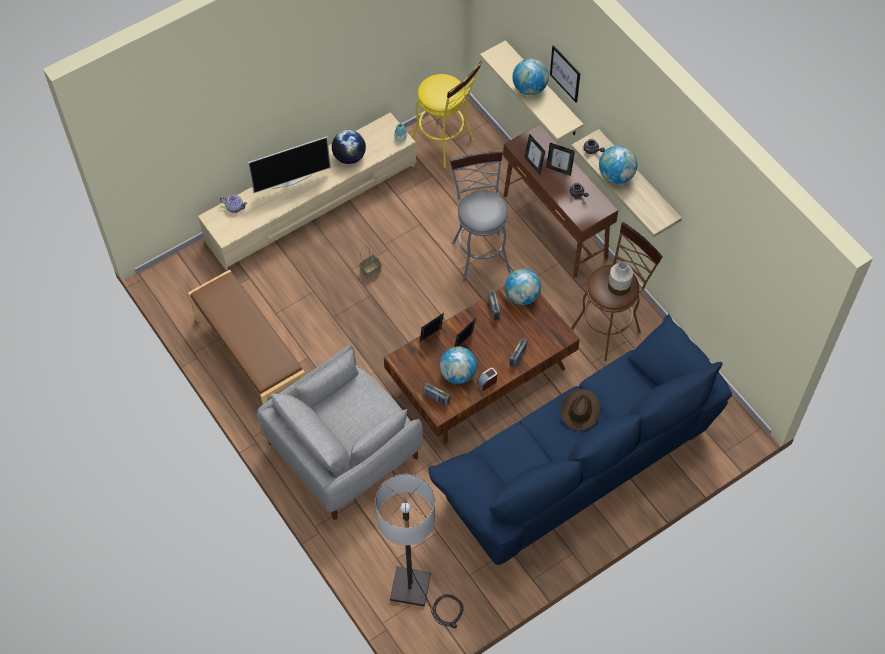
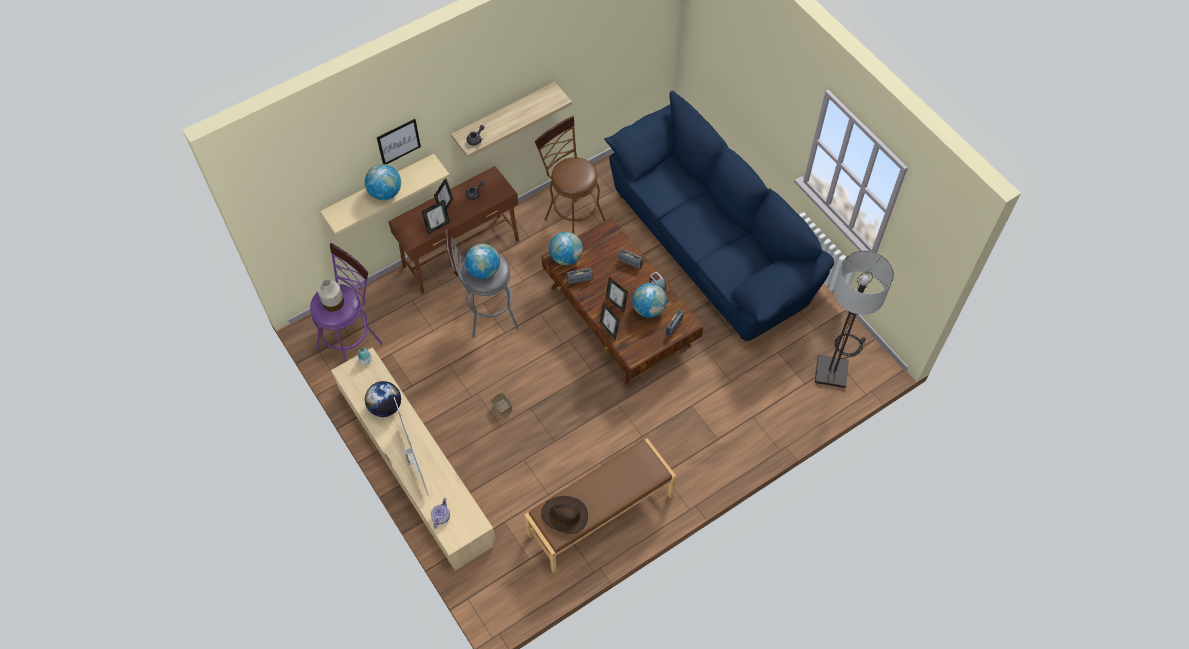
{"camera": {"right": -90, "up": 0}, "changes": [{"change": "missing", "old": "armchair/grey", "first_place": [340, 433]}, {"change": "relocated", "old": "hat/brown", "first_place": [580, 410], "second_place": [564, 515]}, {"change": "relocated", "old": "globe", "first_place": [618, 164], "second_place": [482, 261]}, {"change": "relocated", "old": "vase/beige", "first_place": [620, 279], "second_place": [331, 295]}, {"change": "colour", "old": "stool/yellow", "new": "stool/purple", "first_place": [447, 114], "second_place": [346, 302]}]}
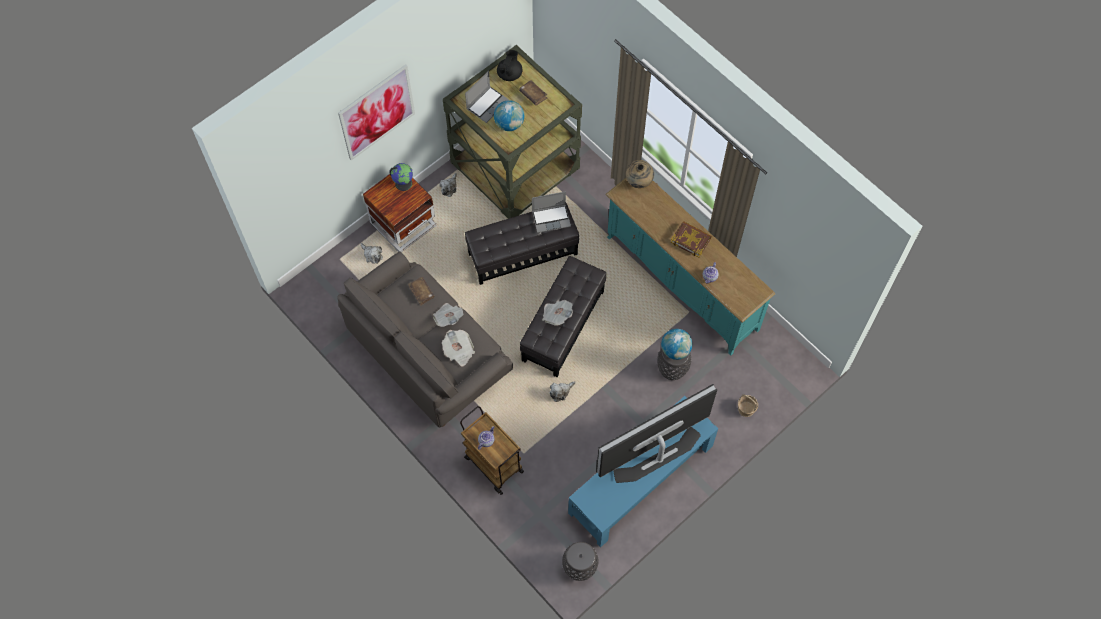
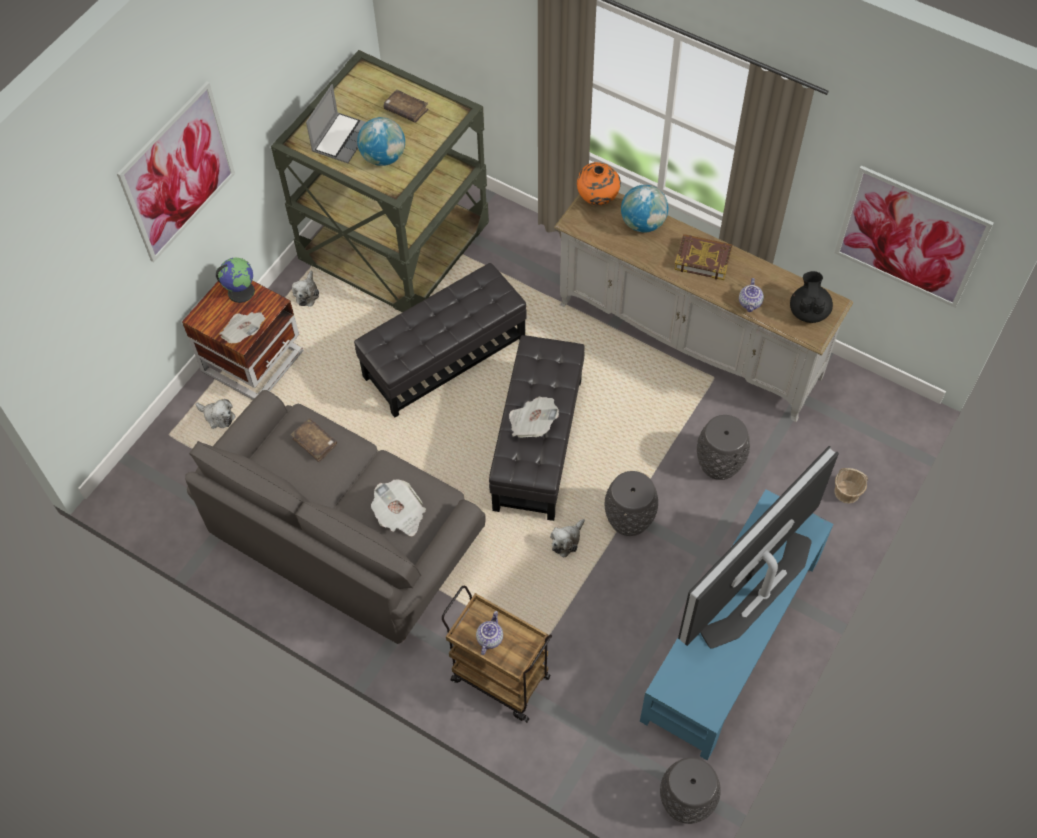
{"camera": {"right": -15, "up": -5}, "changes": [{"change": "missing", "old": "laptop", "first_place": [551, 212]}, {"change": "appeared", "new": "stool/grey", "second_place": [631, 503]}, {"change": "appeared", "new": "picture", "second_place": [914, 236]}, {"change": "relocated", "old": "newspaper", "first_place": [448, 315], "second_place": [242, 327]}, {"change": "relocated", "old": "teapot/black", "first_place": [509, 65], "second_place": [811, 297]}, {"change": "relocated", "old": "globe", "first_place": [676, 344], "second_place": [644, 209]}, {"change": "colour", "old": "cabinet/turquoise", "new": "cabinet/grey", "first_place": [690, 266], "second_place": [703, 307]}, {"change": "colour", "old": "vase/beige", "new": "vase/orange", "first_place": [640, 174], "second_place": [599, 184]}]}
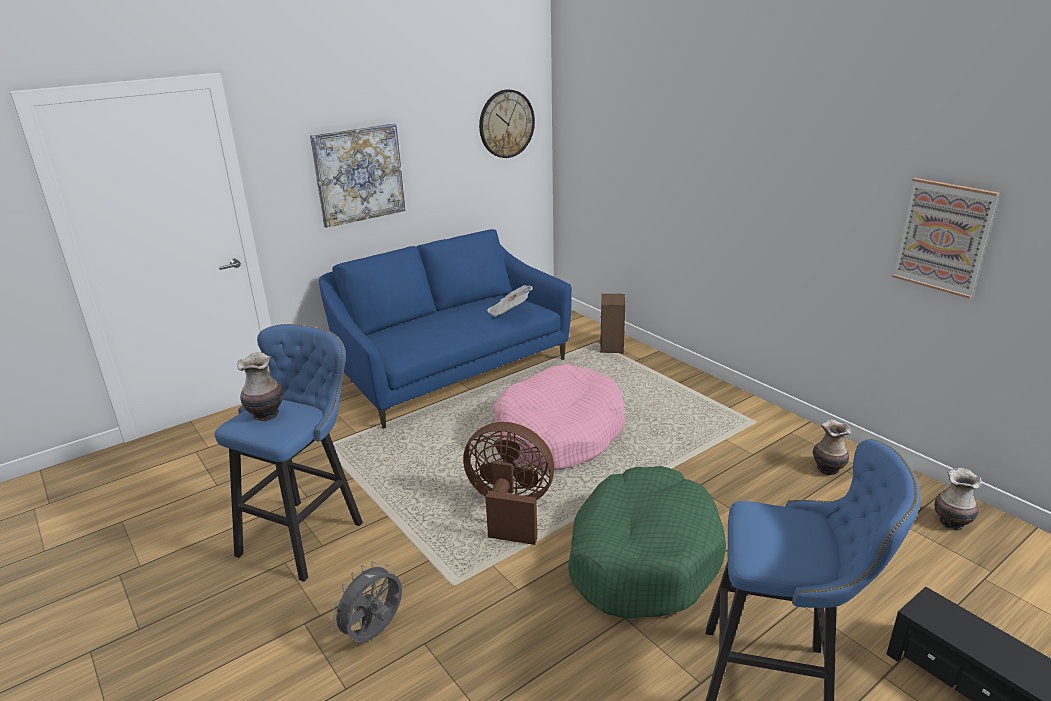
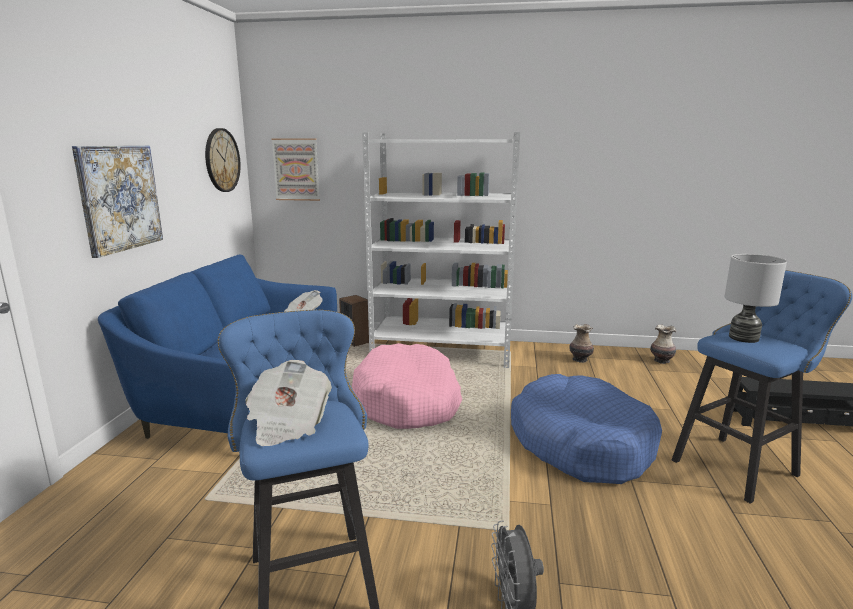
{"camera": {"right": -45, "up": -10}, "changes": [{"change": "missing", "old": "fan/brown", "first_place": [508, 483]}, {"change": "appeared", "new": "bookcase/white", "second_place": [441, 250]}, {"change": "appeared", "new": "table lamp/grey", "second_place": [755, 298]}, {"change": "relocated", "old": "picture", "first_place": [946, 238], "second_place": [295, 169]}, {"change": "exchanged", "old": "vase", "new": "newspaper", "first_place": [260, 387], "second_place": [288, 403]}, {"change": "colour", "old": "dog bed/green", "new": "dog bed/blue", "first_place": [647, 542], "second_place": [586, 429]}]}
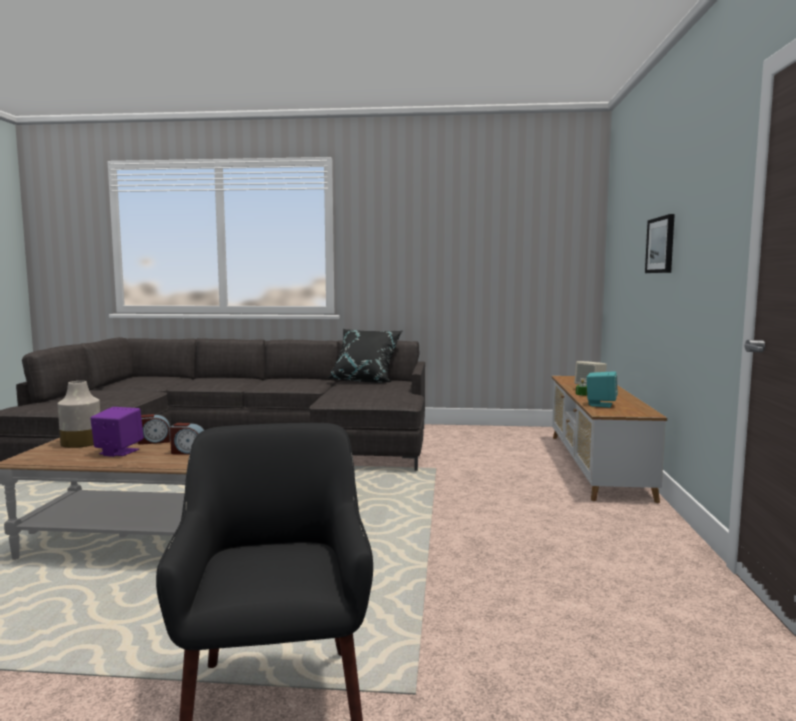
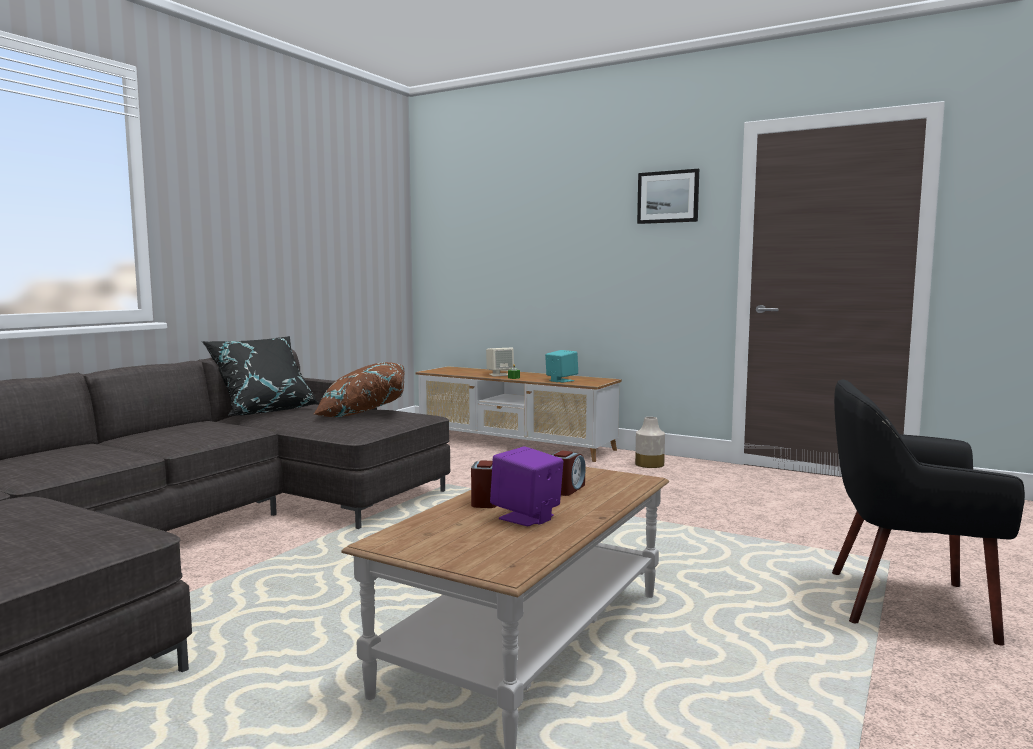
{"camera": {"right": -65, "up": 0}, "changes": [{"change": "appeared", "new": "pillow/brown", "second_place": [359, 389]}, {"change": "relocated", "old": "vase/beige", "first_place": [79, 414], "second_place": [650, 442]}, {"change": "relocated", "old": "picture", "first_place": [660, 243], "second_place": [668, 196]}]}
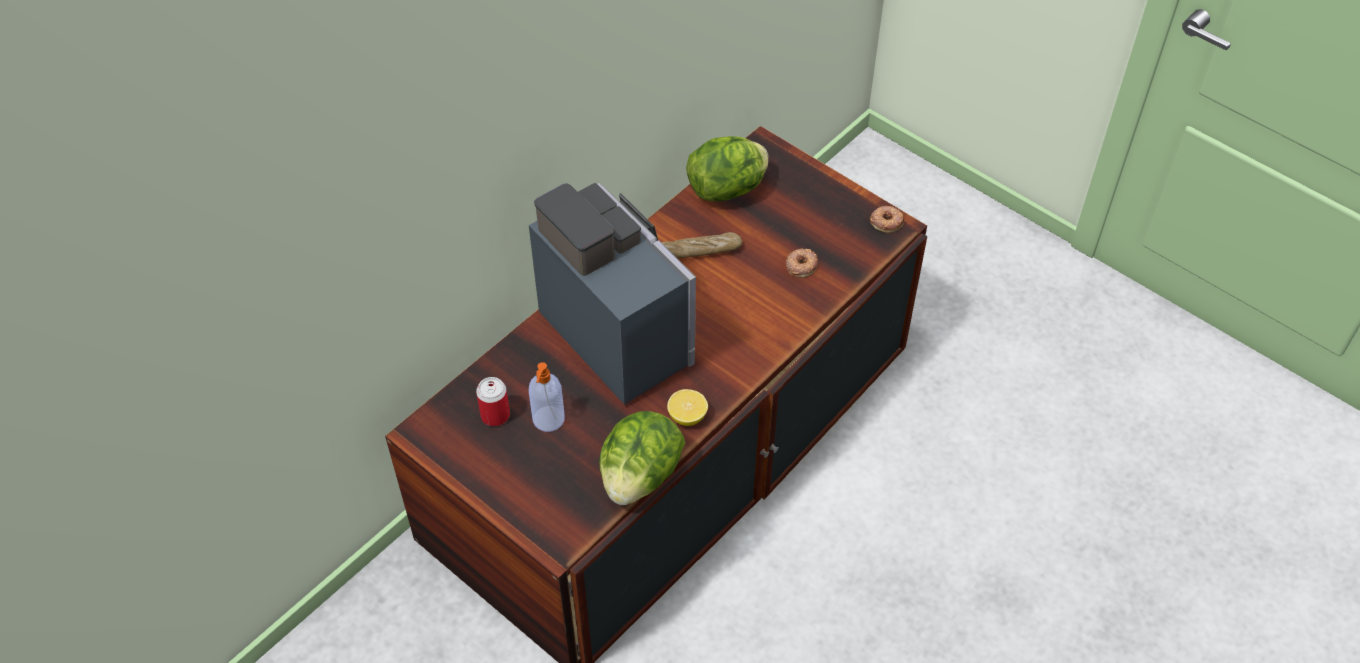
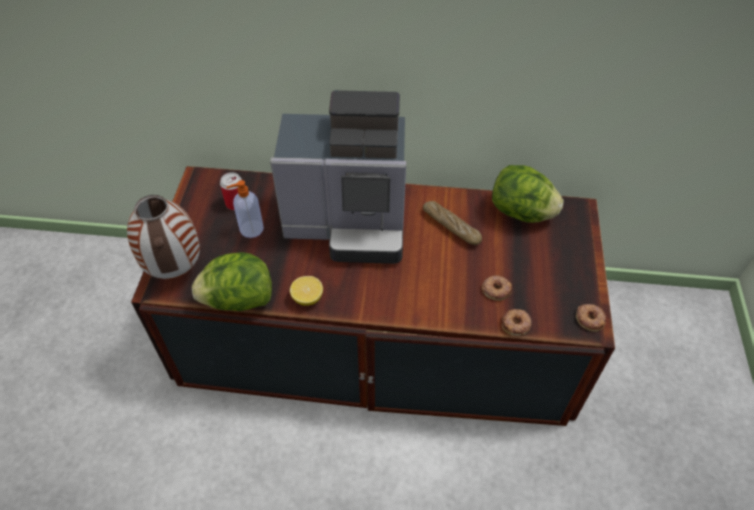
{"camera": {"right": 55, "up": 0}, "changes": [{"change": "appeared", "new": "vase", "second_place": [163, 237]}, {"change": "appeared", "new": "donut", "second_place": [517, 322]}, {"change": "spun", "old": "coffee machine", "first_place": [612, 294], "second_place": [338, 177], "degrees": 75}]}
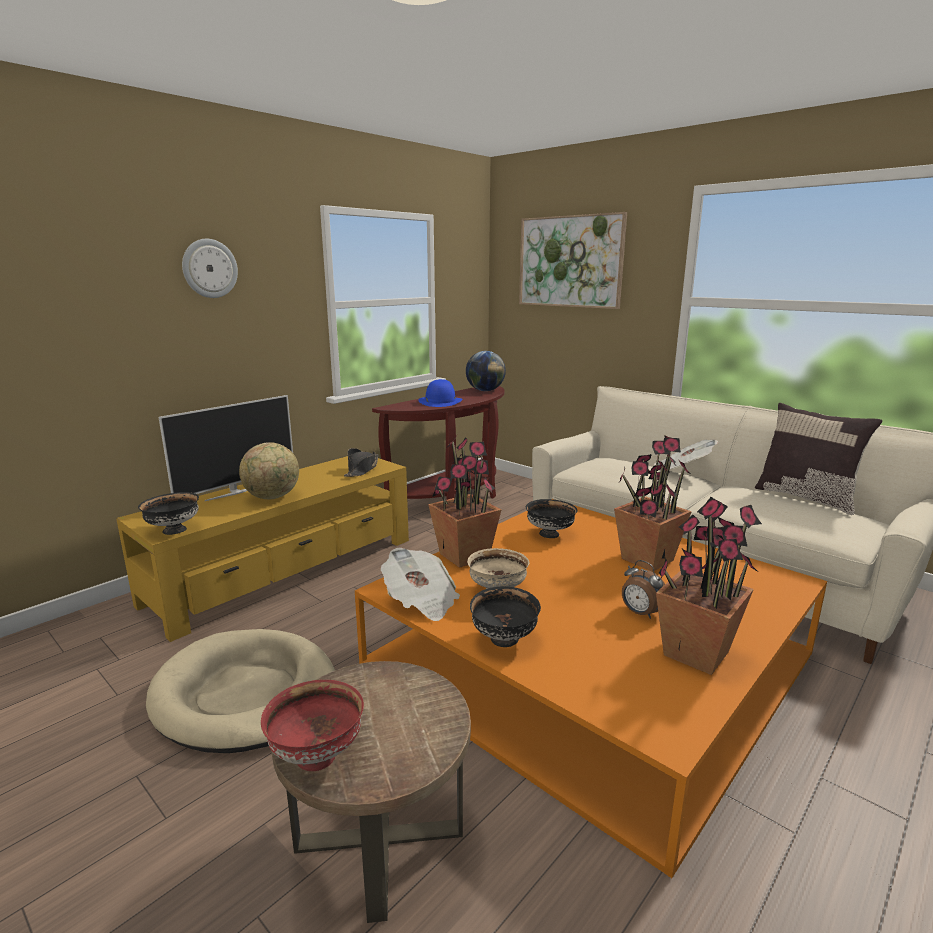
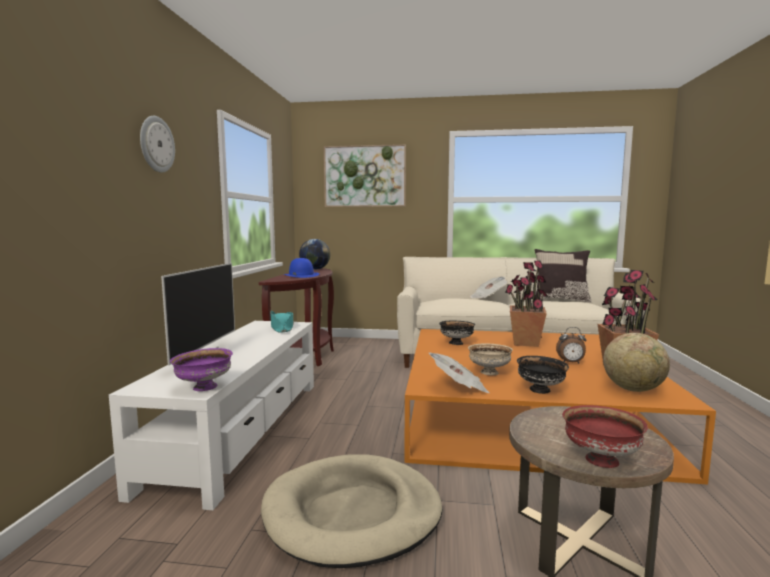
{"camera": {"right": -35, "up": -10}, "changes": [{"change": "missing", "old": "potted plant", "first_place": [464, 501]}, {"change": "relocated", "old": "globe", "first_place": [269, 470], "second_place": [636, 362]}, {"change": "colour", "old": "tv stand/yellow", "new": "tv stand/white", "first_place": [262, 549], "second_place": [211, 415]}, {"change": "colour", "old": "bowl/black", "new": "bowl/purple", "first_place": [168, 513], "second_place": [201, 369]}, {"change": "colour", "old": "hat/black", "new": "hat/turquoise", "first_place": [361, 462], "second_place": [282, 322]}]}
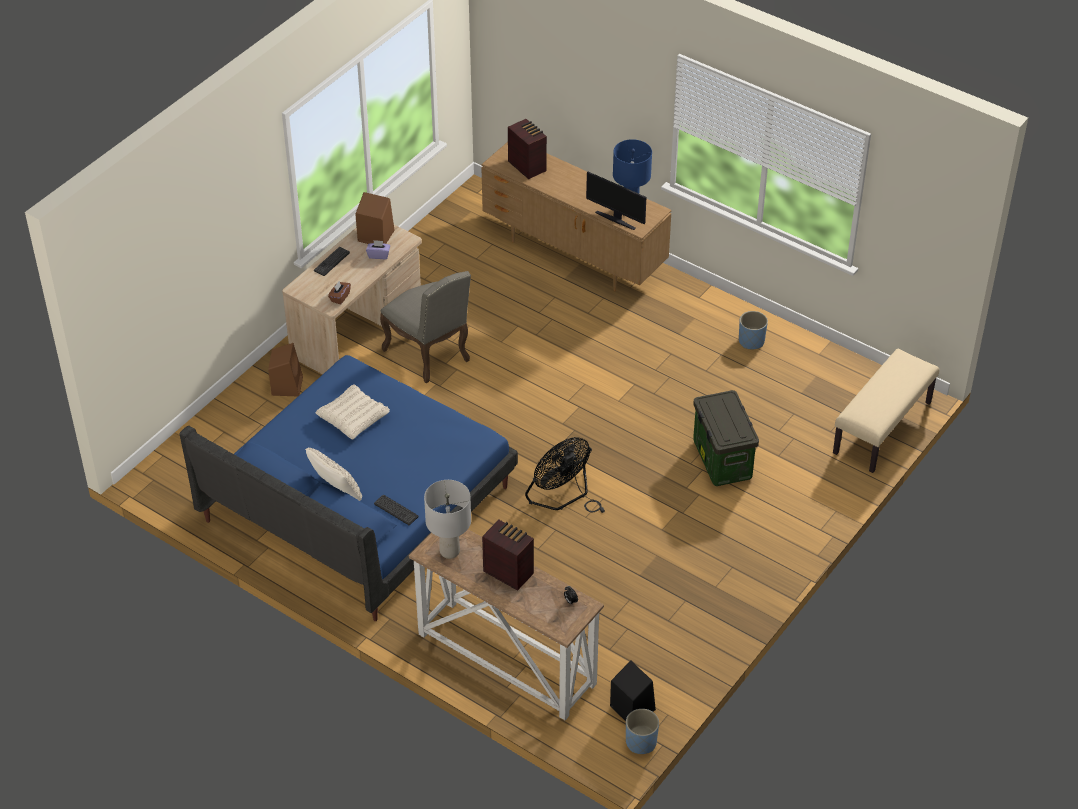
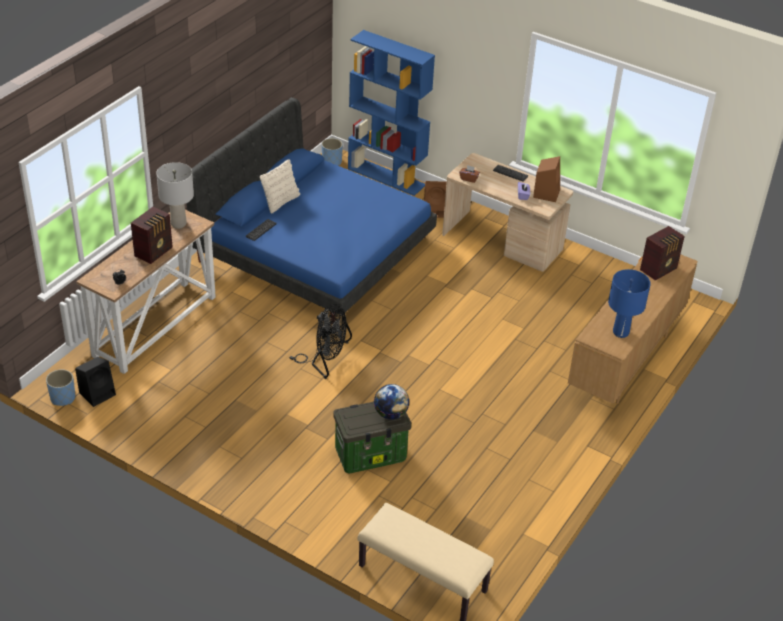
{"camera": {"right": 85, "up": -5}, "changes": [{"change": "missing", "old": "pillow/beige", "first_place": [353, 411]}, {"change": "missing", "old": "chair/grey", "first_place": [425, 327]}, {"change": "missing", "old": "monitor", "first_place": [616, 201]}, {"change": "appeared", "new": "bookcase/blue", "second_place": [391, 113]}, {"change": "appeared", "new": "globe", "second_place": [391, 402]}, {"change": "relocated", "old": "planter/blue", "first_place": [753, 330], "second_place": [332, 152]}, {"change": "spun", "old": "fan/black", "first_place": [565, 475], "second_place": [320, 341], "degrees": 60}]}
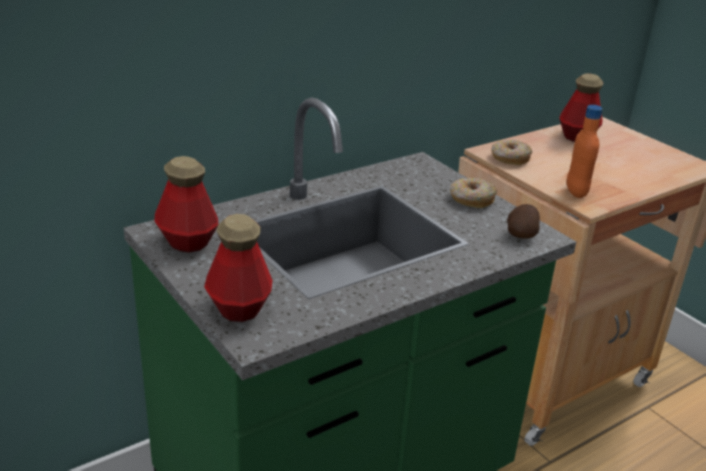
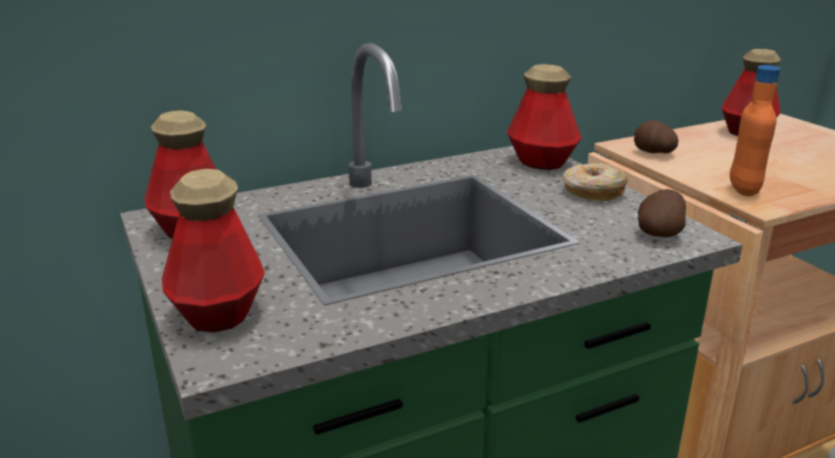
{"camera": {"right": 10, "up": -5}, "changes": [{"change": "appeared", "new": "bottle", "second_place": [544, 117]}, {"change": "exchanged", "old": "donut", "new": "potato", "first_place": [512, 152], "second_place": [656, 136]}]}
